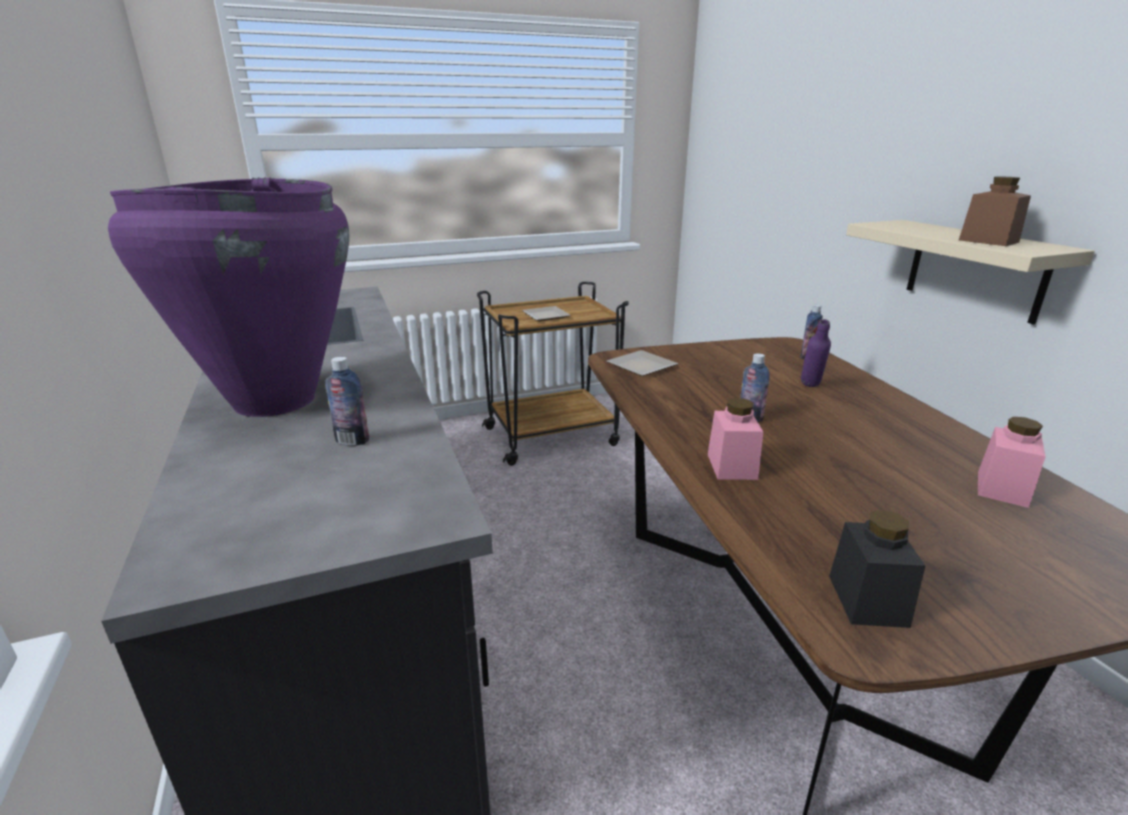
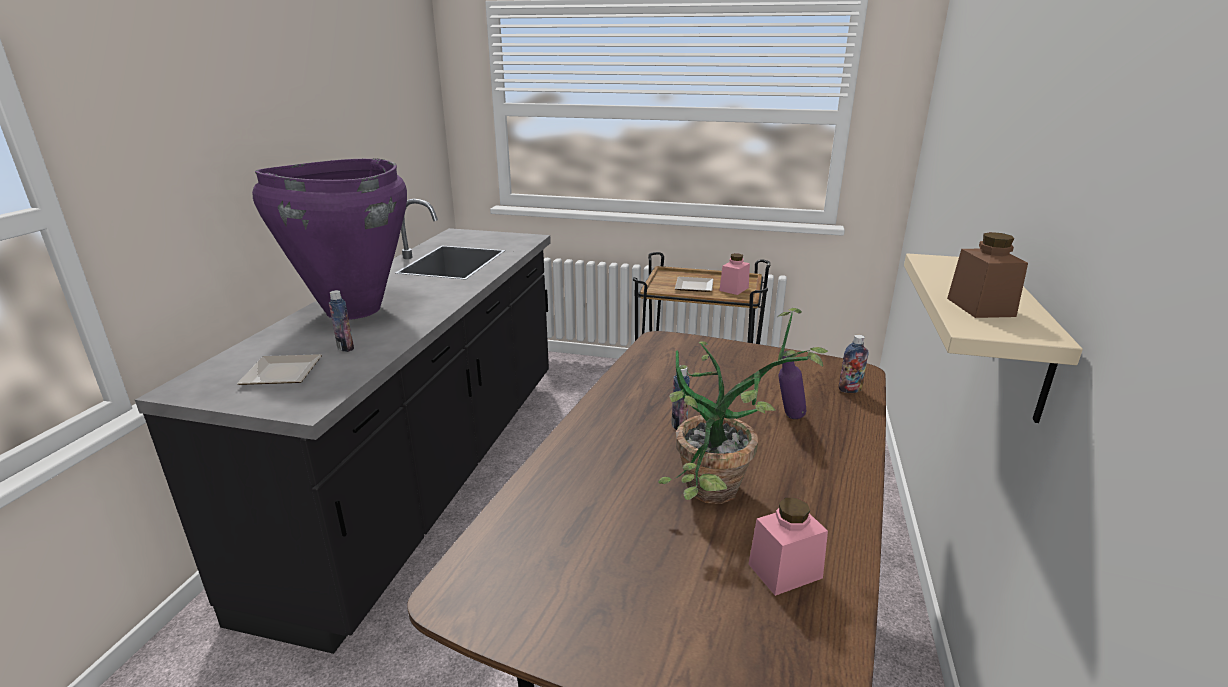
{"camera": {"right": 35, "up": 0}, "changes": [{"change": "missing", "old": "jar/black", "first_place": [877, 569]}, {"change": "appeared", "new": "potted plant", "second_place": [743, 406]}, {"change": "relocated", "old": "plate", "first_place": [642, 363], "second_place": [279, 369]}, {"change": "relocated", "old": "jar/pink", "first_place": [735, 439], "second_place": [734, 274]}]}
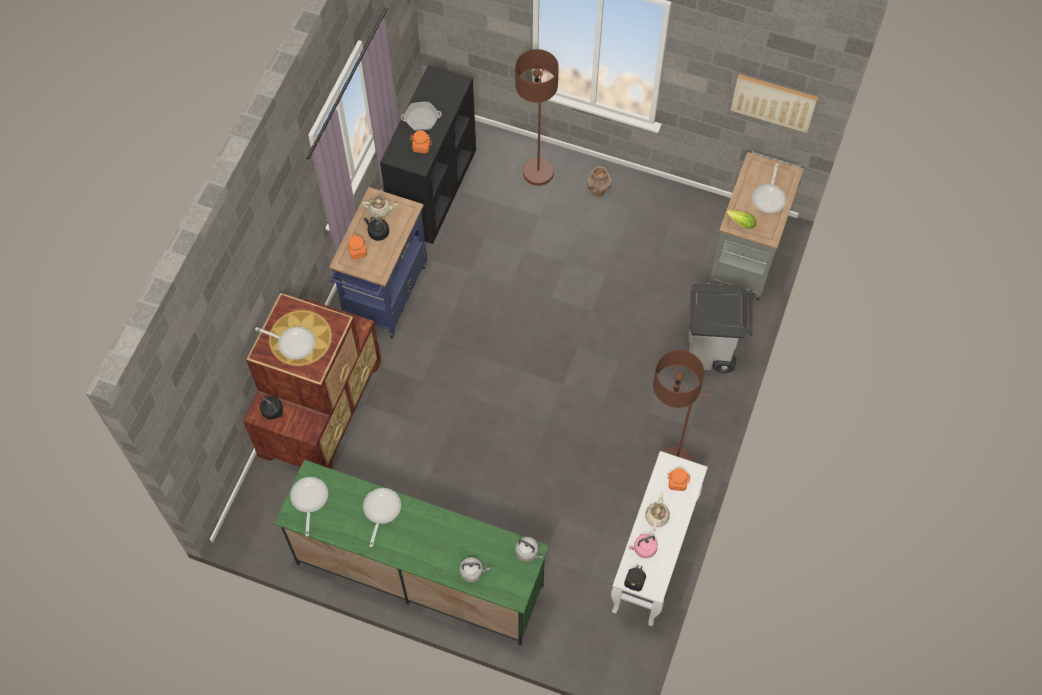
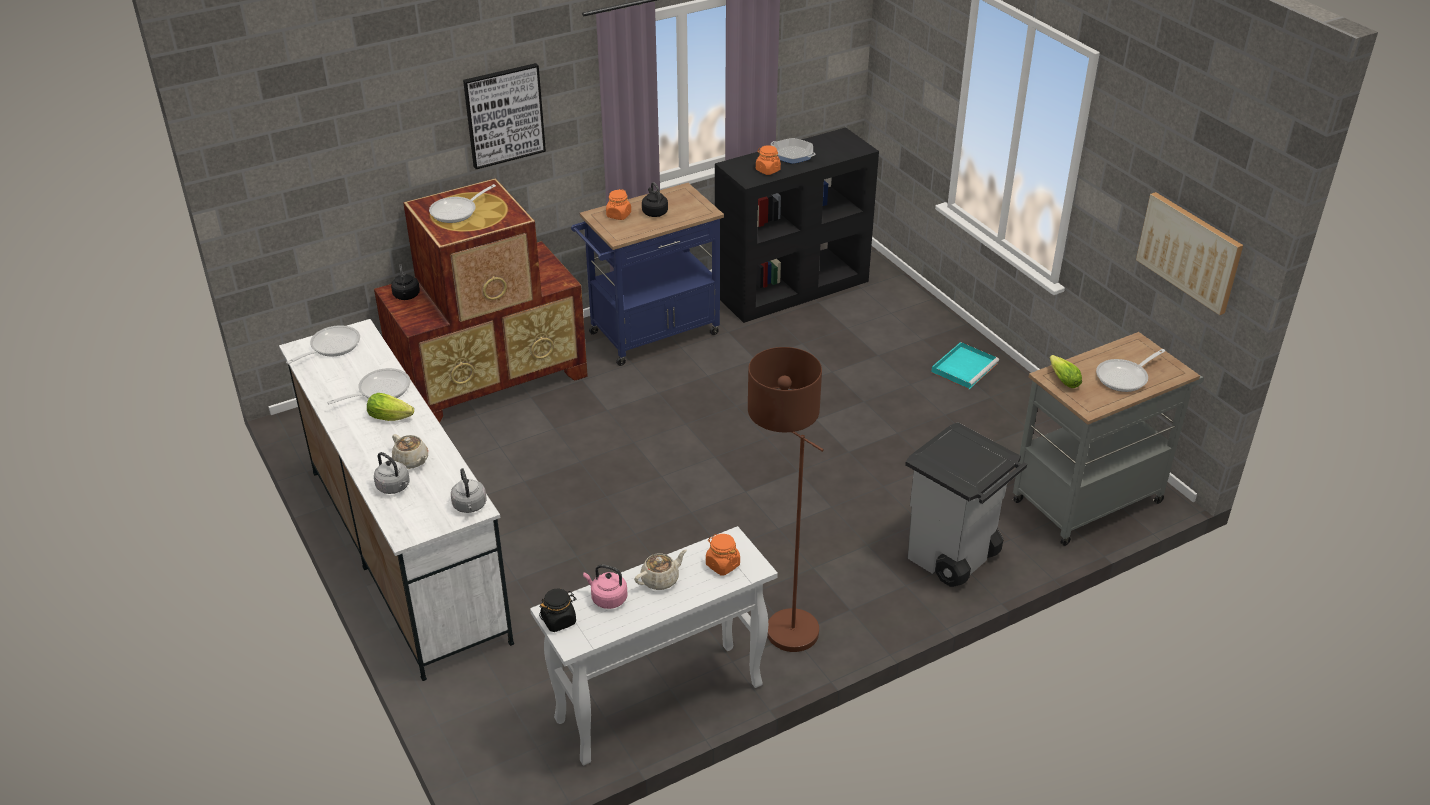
{"camera": {"right": 40, "up": -25}, "changes": [{"change": "missing", "old": "floor lamp/brown", "first_place": [537, 117]}, {"change": "appeared", "new": "lettuce", "second_place": [390, 407]}, {"change": "appeared", "new": "picture", "second_place": [504, 116]}, {"change": "relocated", "old": "teapot/beige", "first_place": [380, 207], "second_place": [410, 451]}, {"change": "exchanged", "old": "vase/brown", "new": "tray/turquoise", "first_place": [599, 181], "second_place": [965, 365]}, {"change": "colour", "old": "dresser/green", "new": "dresser/white", "first_place": [411, 553], "second_place": [396, 500]}, {"change": "spun", "old": "frying pan", "first_place": [285, 343], "second_place": [462, 203], "degrees": 75}]}
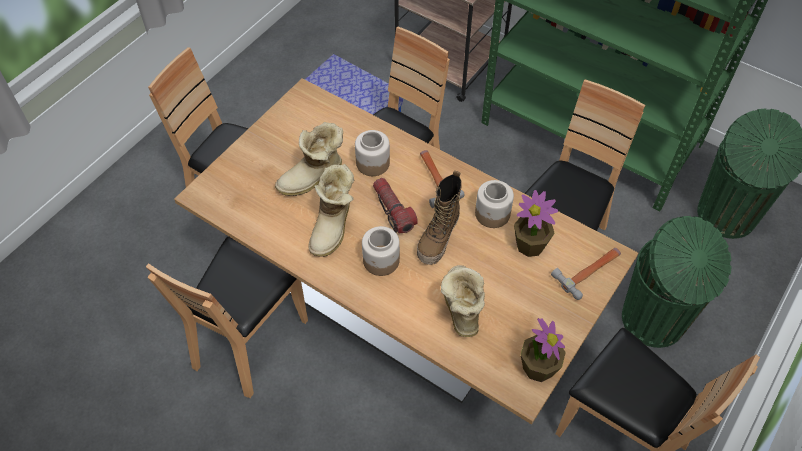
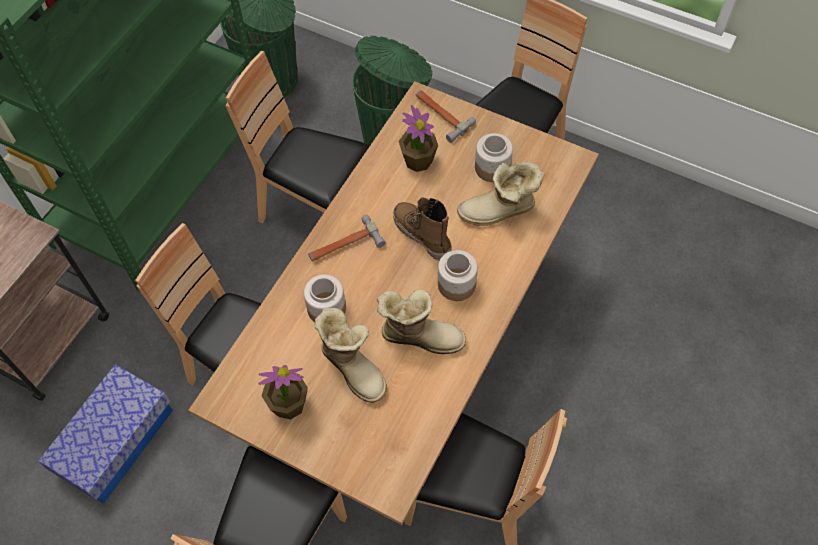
{"camera": {"right": -95, "up": 5}, "changes": [{"change": "missing", "old": "flashlight", "first_place": [395, 205]}, {"change": "relocated", "old": "jar", "first_place": [494, 204], "second_place": [494, 157]}, {"change": "relocated", "old": "potted plant", "first_place": [543, 350], "second_place": [283, 392]}, {"change": "spun", "old": "boot", "first_place": [439, 217], "second_place": [422, 229], "degrees": -150}]}
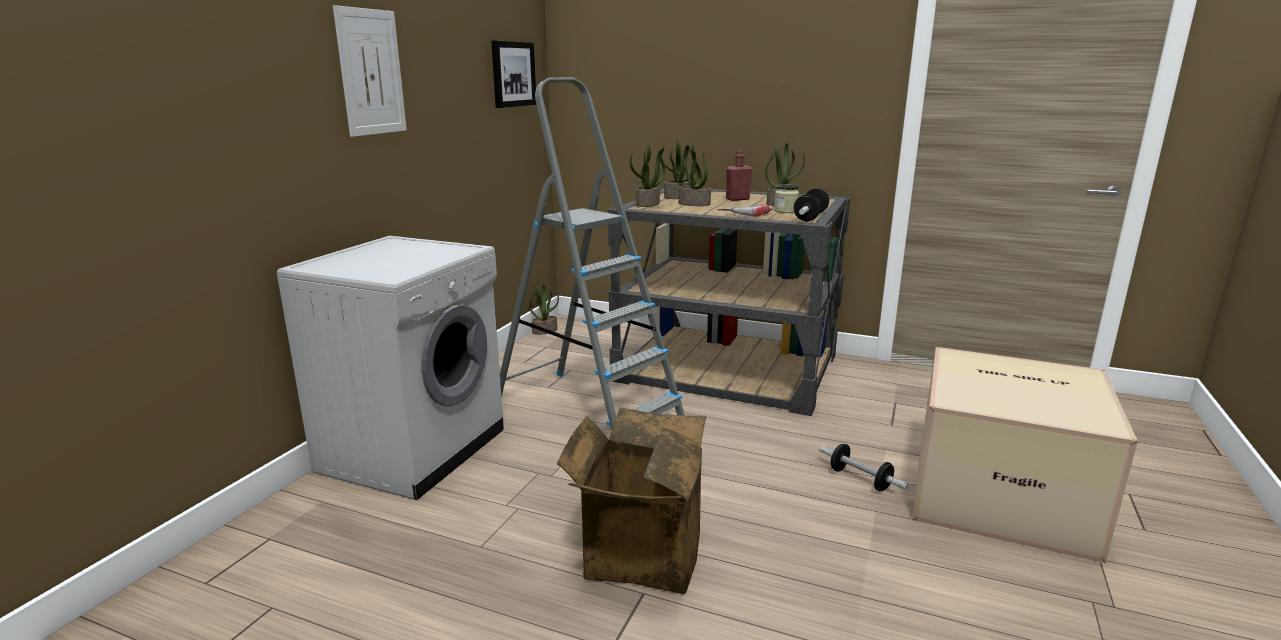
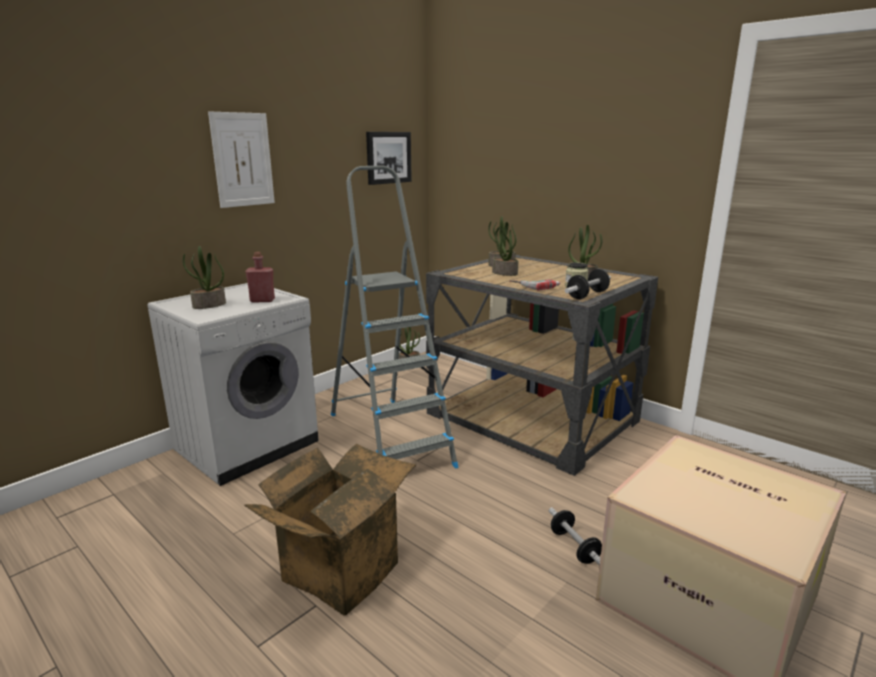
{"camera": {"right": 20, "up": 0}, "changes": [{"change": "relocated", "old": "potted plant", "first_place": [648, 175], "second_place": [204, 277]}, {"change": "relocated", "old": "bottle/red", "first_place": [739, 175], "second_place": [260, 277]}]}
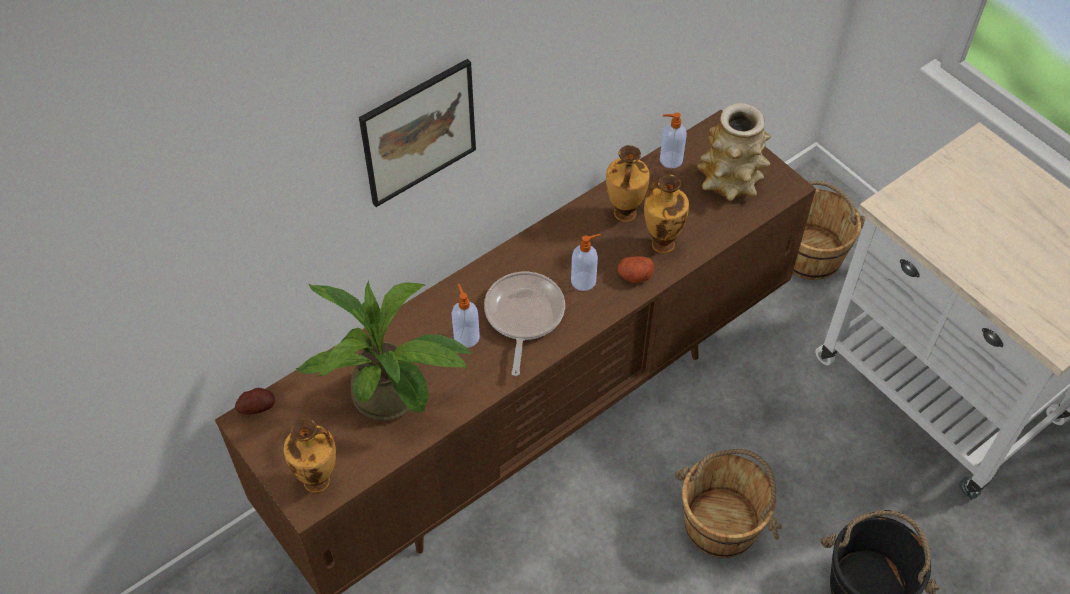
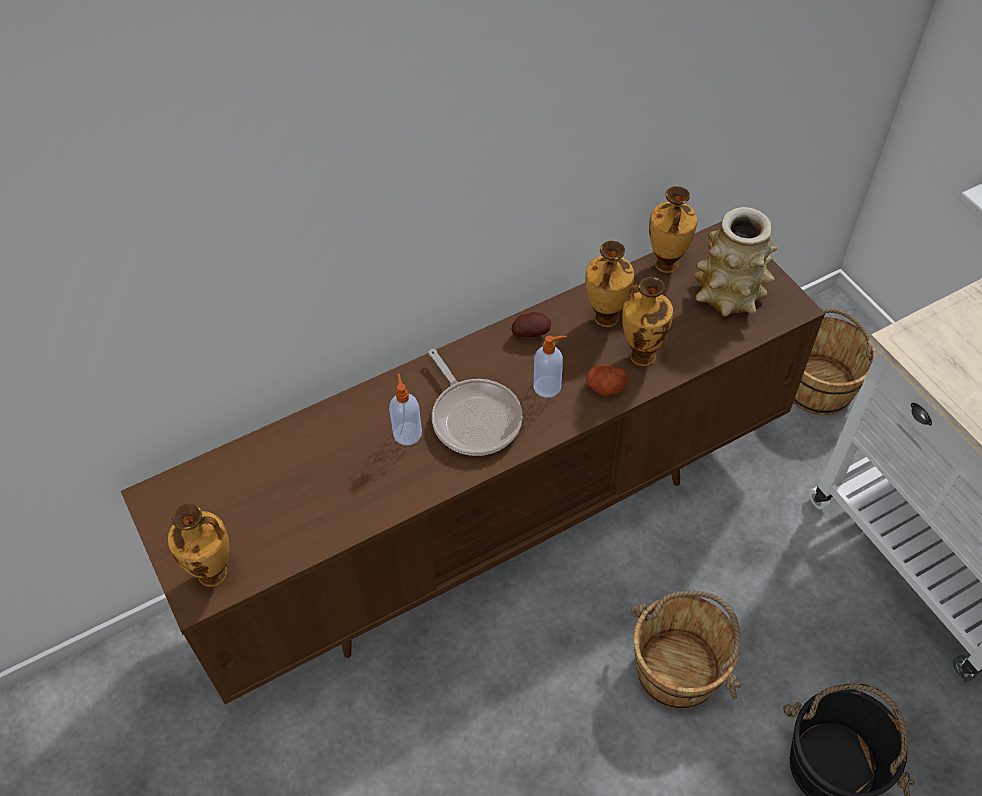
{"camera": {"right": 10, "up": 0}, "changes": [{"change": "missing", "old": "potted plant", "first_place": [384, 350]}, {"change": "missing", "old": "picture", "first_place": [417, 133]}, {"change": "relocated", "old": "potato", "first_place": [255, 401], "second_place": [531, 324]}, {"change": "exchanged", "old": "soap dispenser", "new": "vase", "first_place": [673, 140], "second_place": [673, 229]}, {"change": "spun", "old": "frying pan", "first_place": [524, 324], "second_place": [475, 402], "degrees": 135}]}
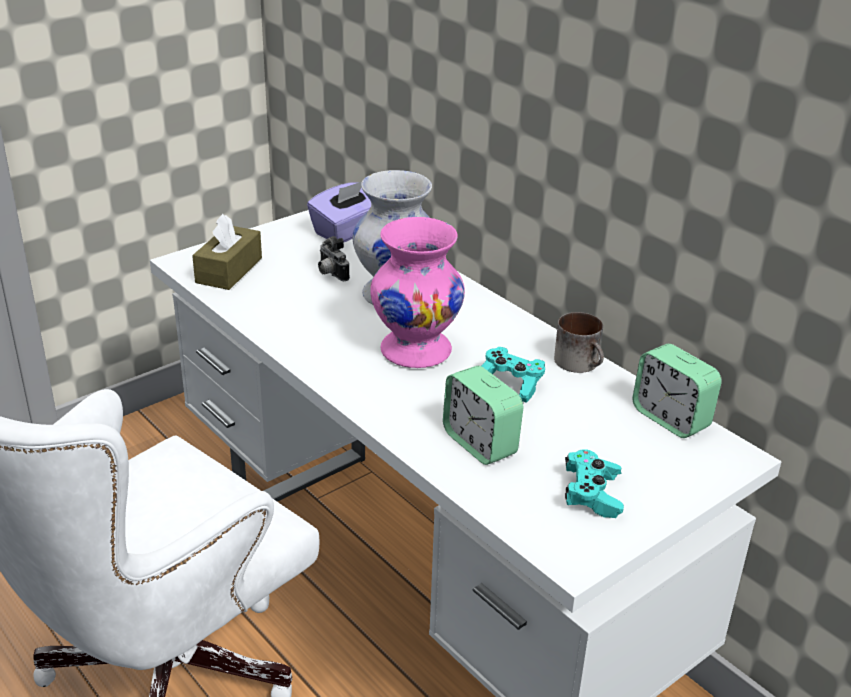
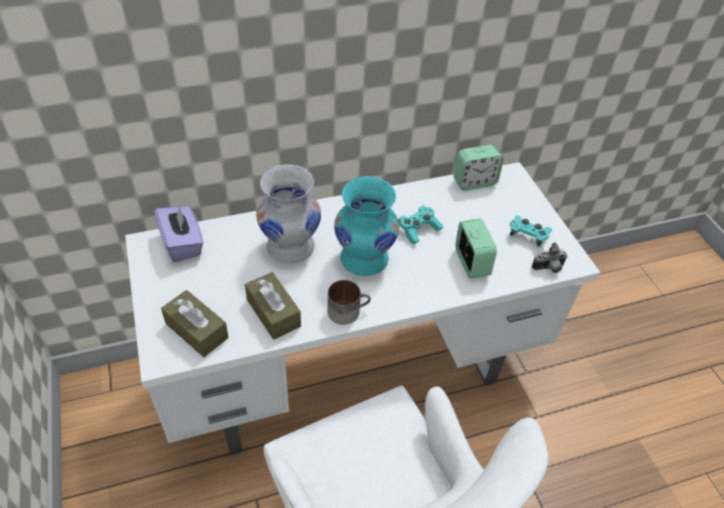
{"camera": {"right": -70, "up": 15}, "changes": [{"change": "appeared", "new": "tissue box/brown", "second_place": [273, 306]}, {"change": "relocated", "old": "photo camera", "first_place": [334, 258], "second_place": [550, 258]}, {"change": "relocated", "old": "mug", "first_place": [579, 342], "second_place": [349, 302]}, {"change": "colour", "old": "vase/pink", "new": "vase/turquoise", "first_place": [417, 292], "second_place": [366, 226]}, {"change": "spun", "old": "alarm clock", "first_place": [483, 415], "second_place": [476, 248], "degrees": -90}]}
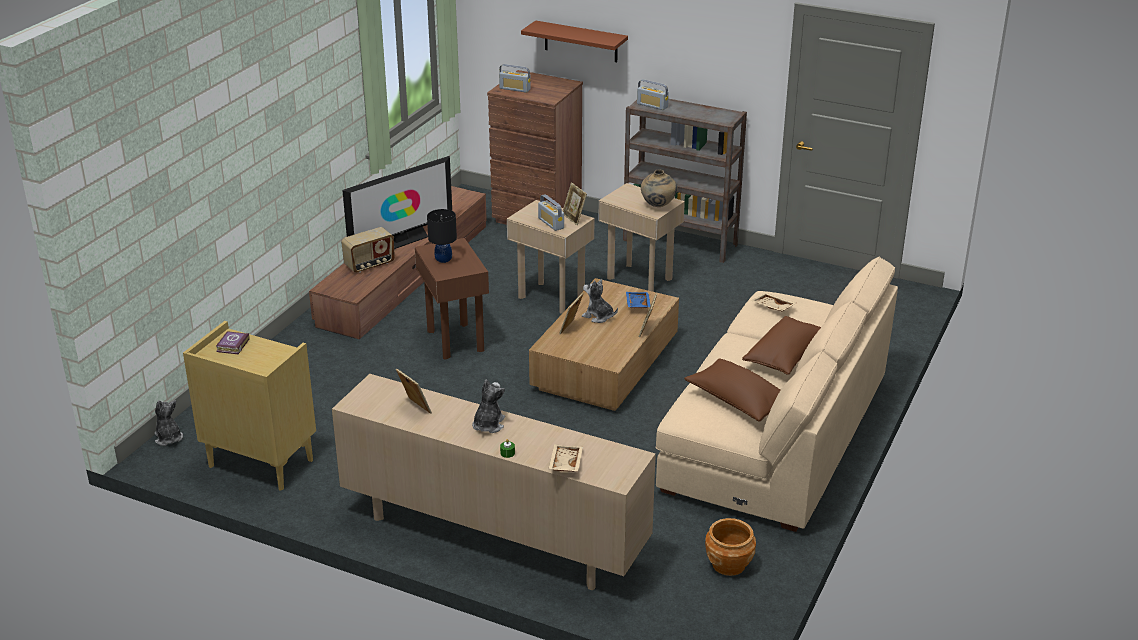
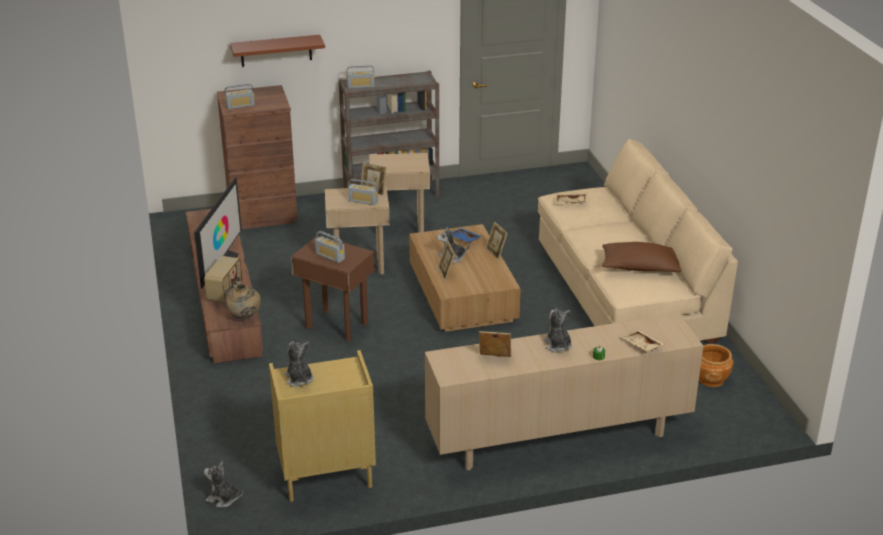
{"camera": {"right": -40, "up": 0}, "changes": [{"change": "missing", "old": "pillow/brown", "first_place": [781, 345]}, {"change": "relocated", "old": "vase/beige", "first_place": [659, 188], "second_place": [243, 301]}, {"change": "exchanged", "old": "book", "new": "plush toy", "first_place": [233, 342], "second_place": [299, 364]}, {"change": "exchanged", "old": "table lamp/black", "new": "radio", "first_place": [442, 236], "second_place": [330, 247]}]}
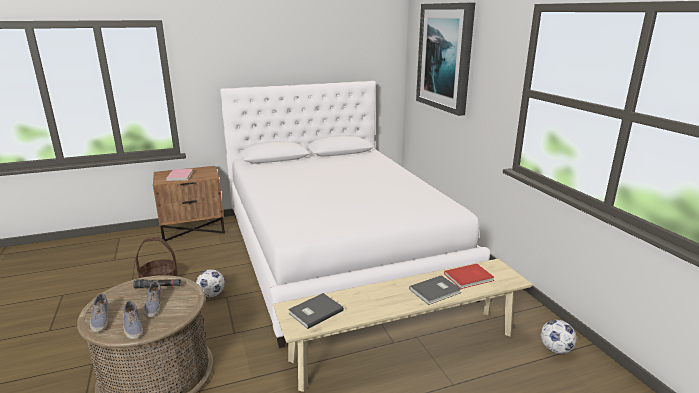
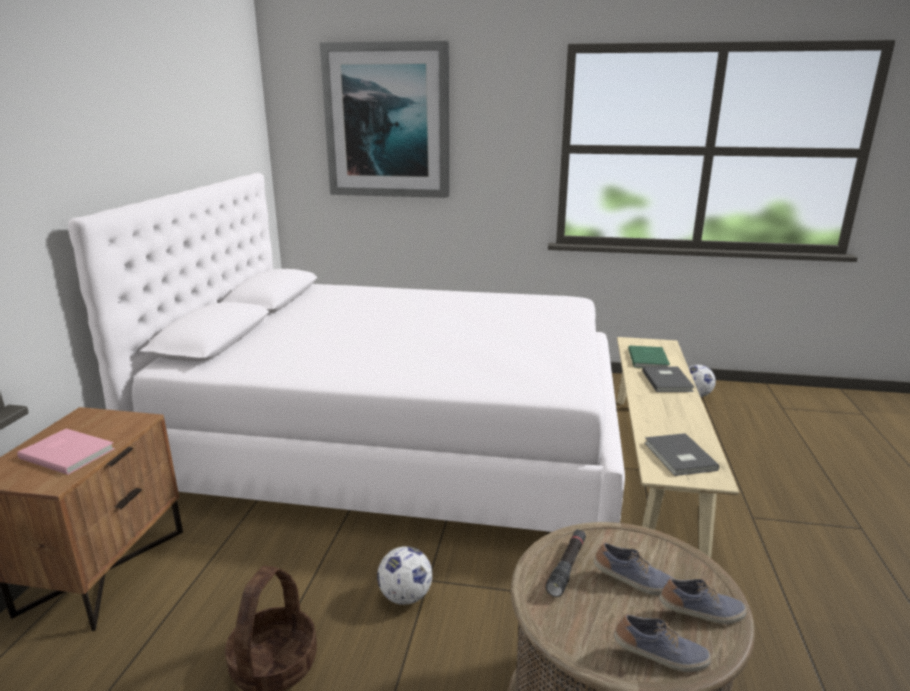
{"camera": {"right": -60, "up": 0}, "changes": [{"change": "colour", "old": "book/red", "new": "book/green", "first_place": [469, 276], "second_place": [649, 357]}]}
